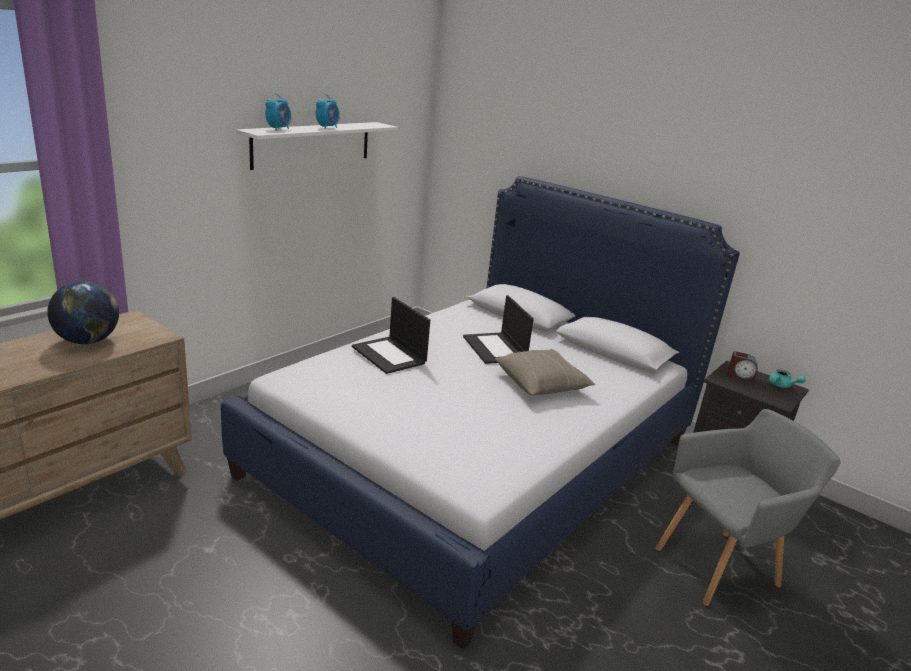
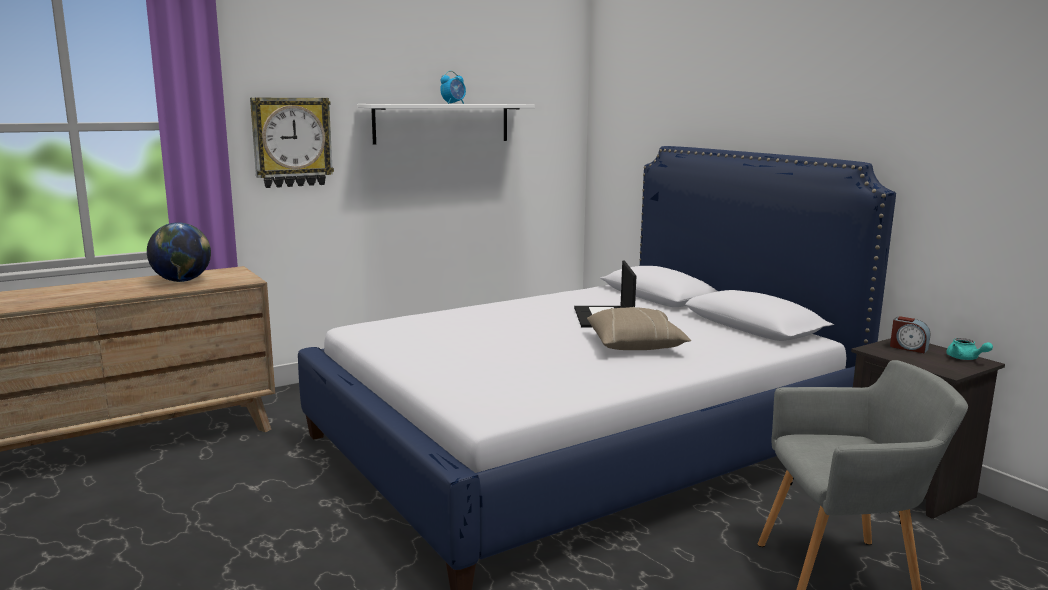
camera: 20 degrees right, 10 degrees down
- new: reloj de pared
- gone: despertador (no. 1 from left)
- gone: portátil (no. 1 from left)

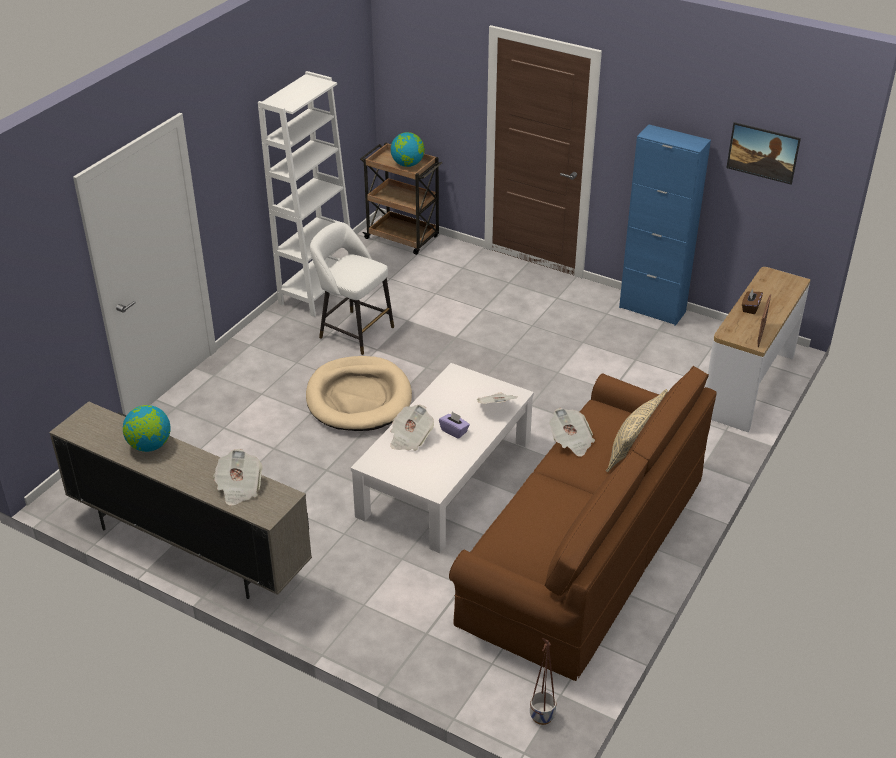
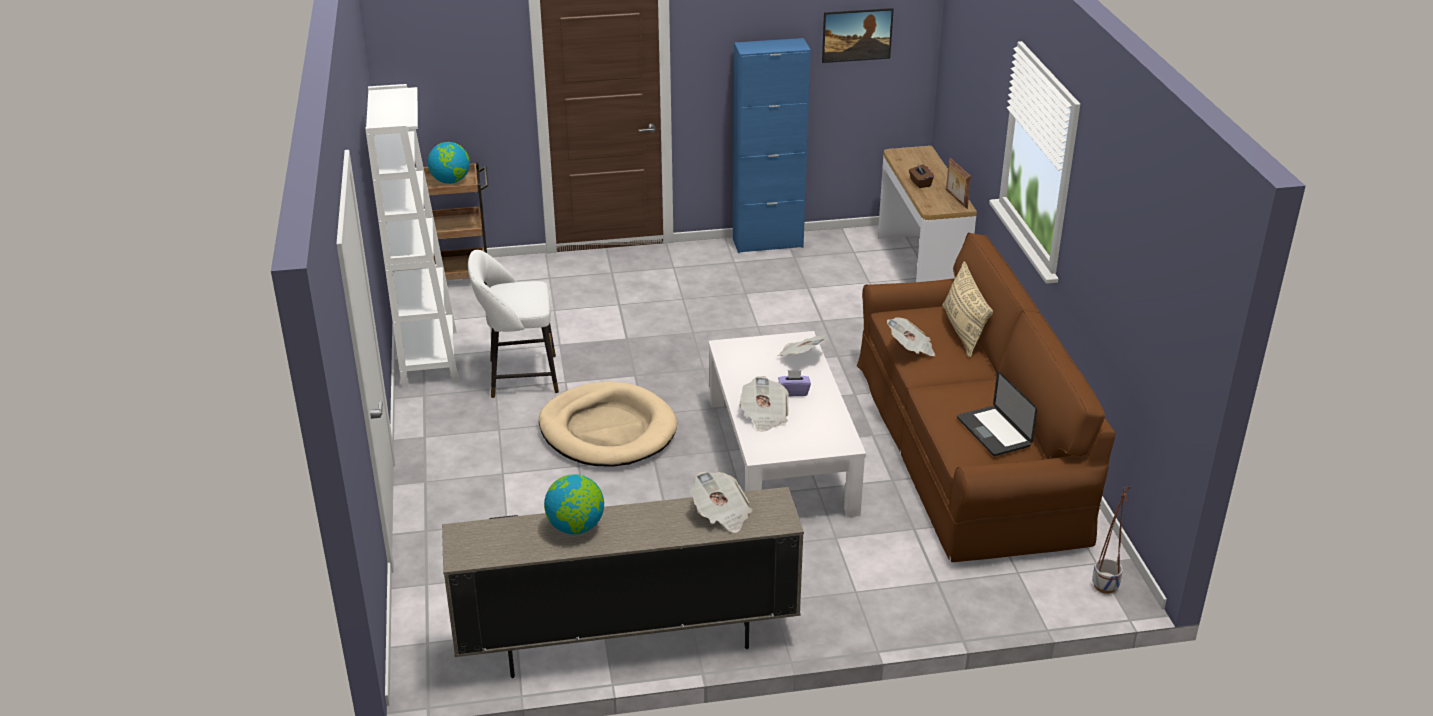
camera: 40 degrees left, 5 degrees down
- new: portátil

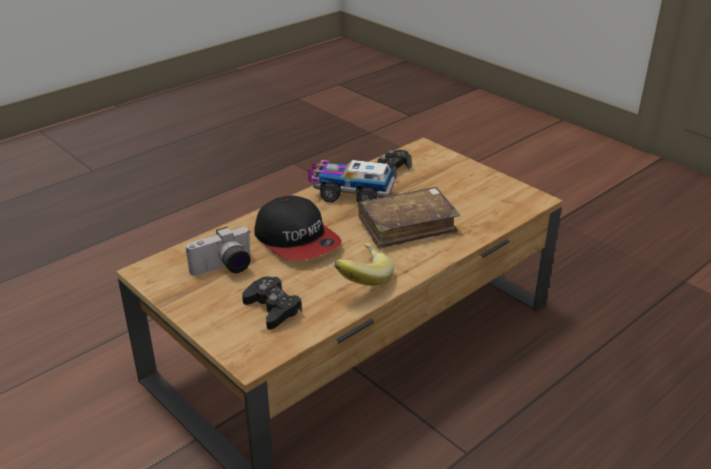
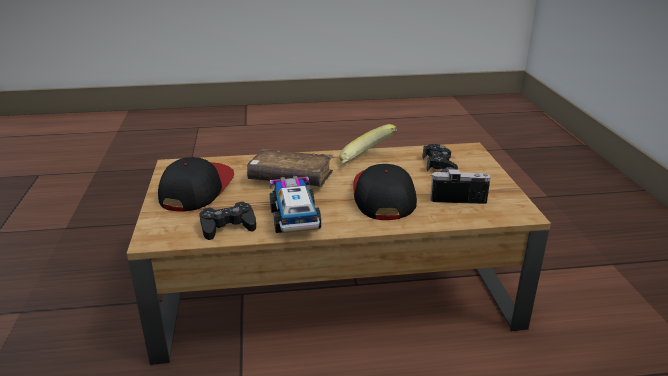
camera: 145 degrees left, 5 degrees down
- new: gorra (no. 1 from left)
- rotated: camión de juguete 150 degrees counterclockwise

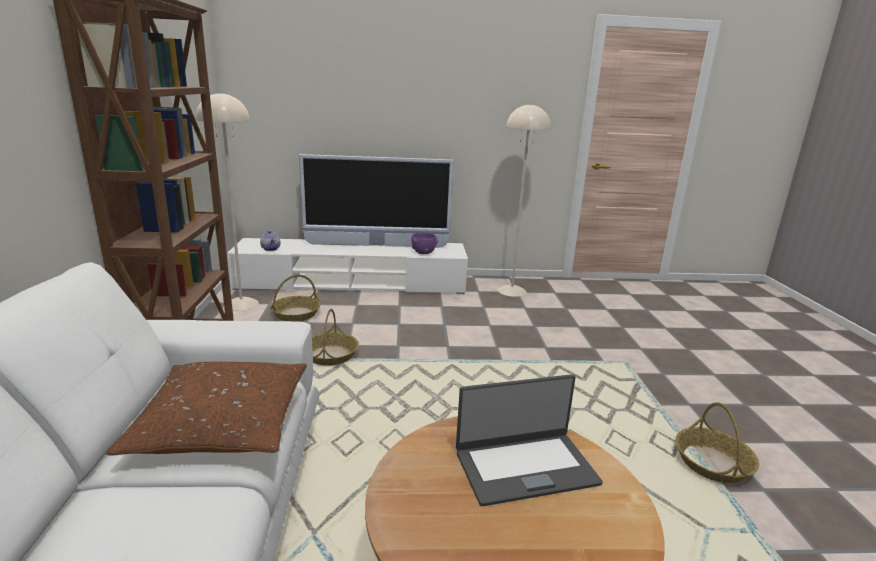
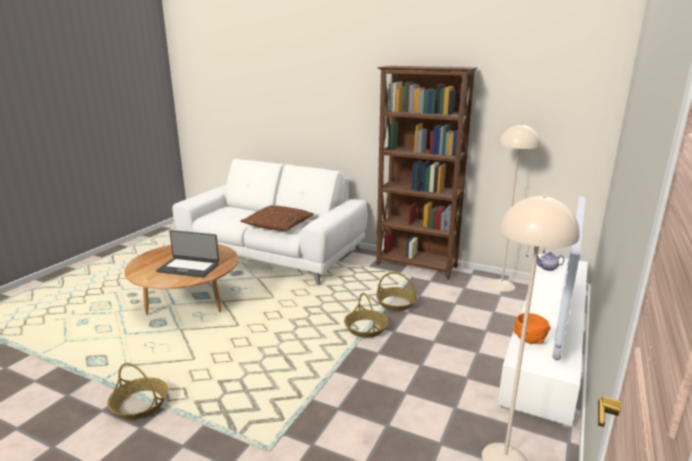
camera: 120 degrees right, 0 degrees up
- rotated: portátil 90 degrees counterclockwise
- shifted: cesta (no. 1 from left in the first image) to cesta (no. 2 from left)
- repainted: cuenco/morado to cuenco/naranja

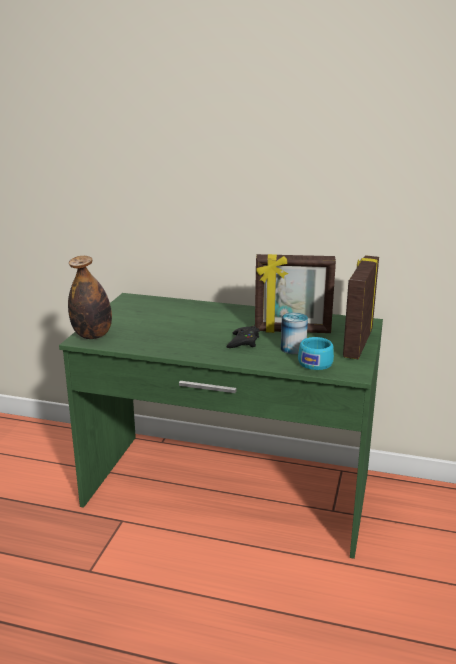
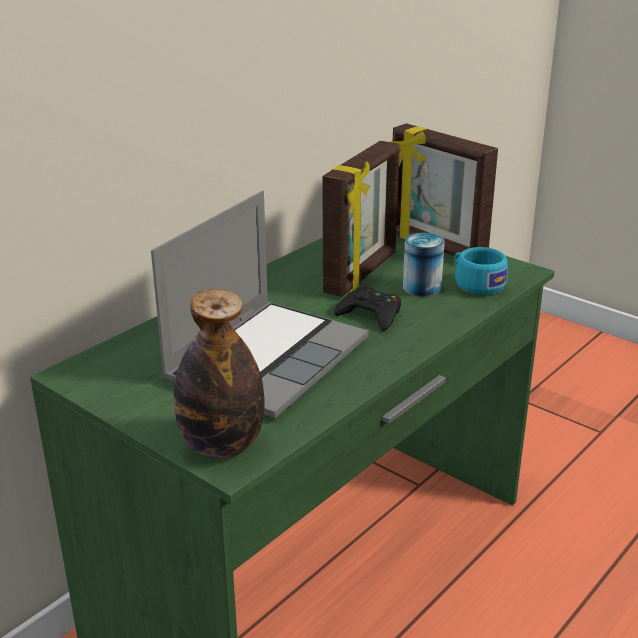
camera: 65 degrees left, 5 degrees up
- new: portátil

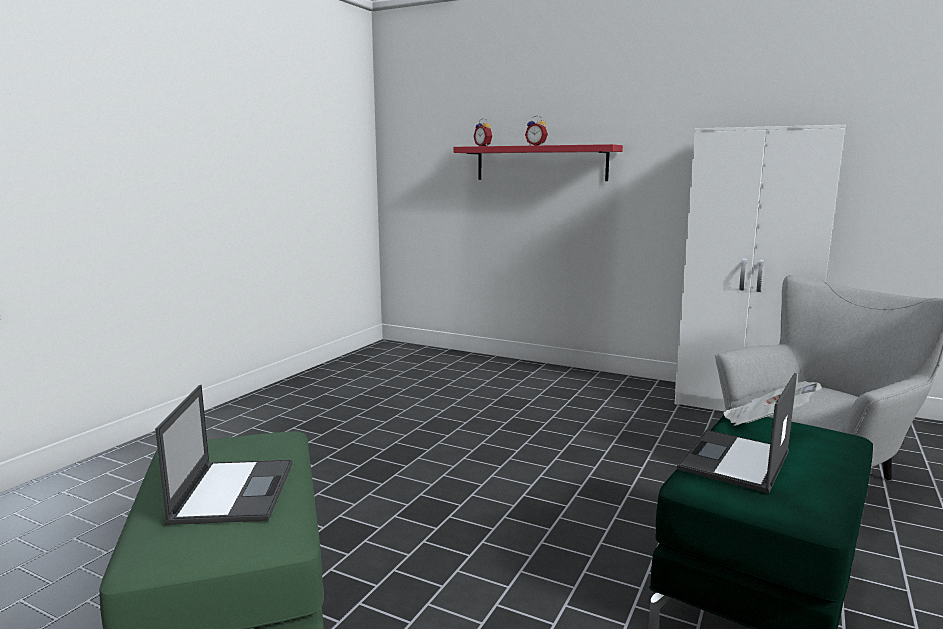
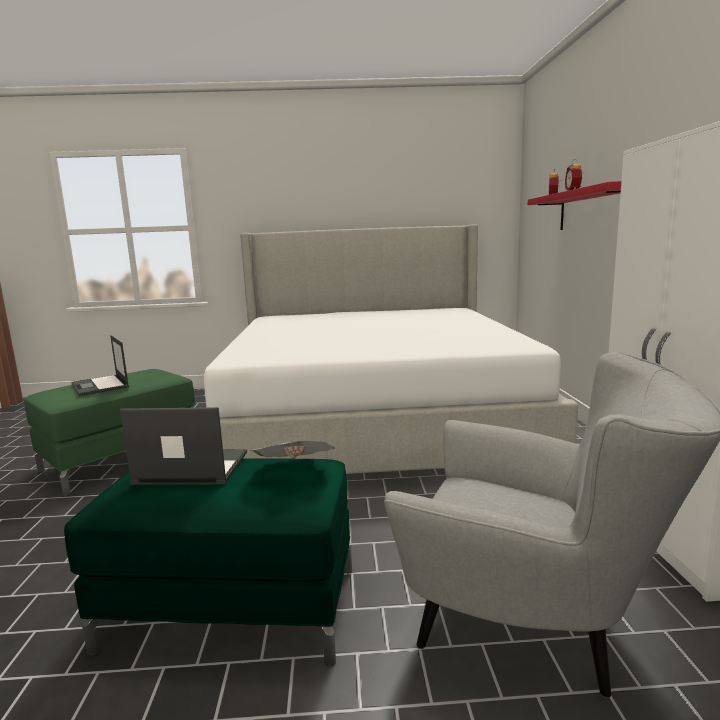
camera: 60 degrees right, 0 degrees up
- rotated: portátil (no. 1 from left) 90 degrees clockwise
- new: cama

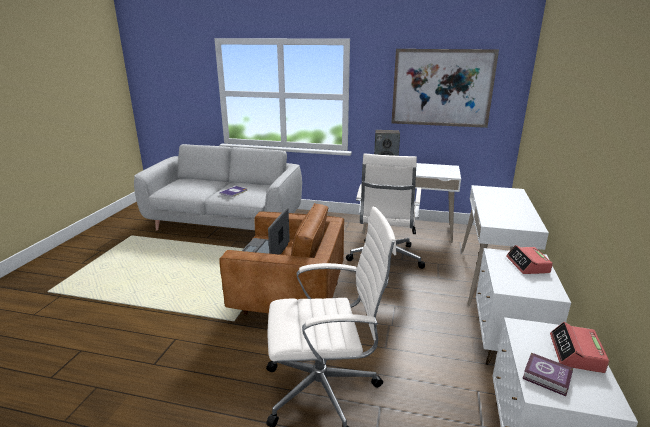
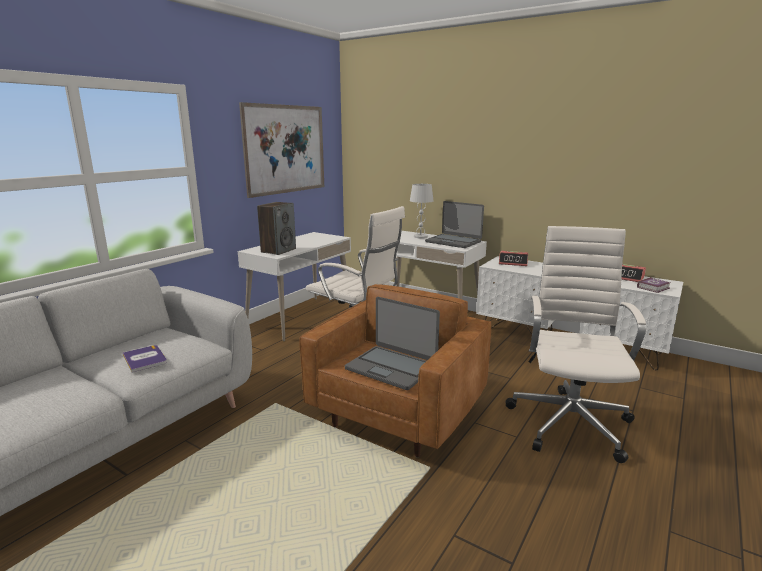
camera: 70 degrees left, 5 degrees down
- new: lámpara de mesa/blanco
- new: portátil (no. 2 from left)

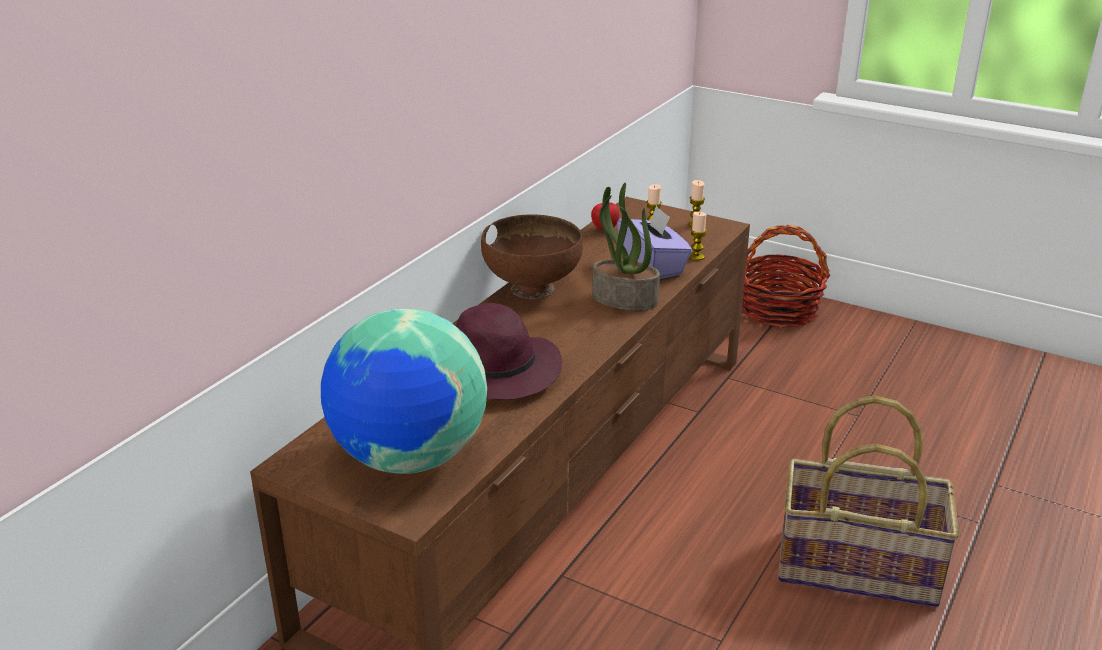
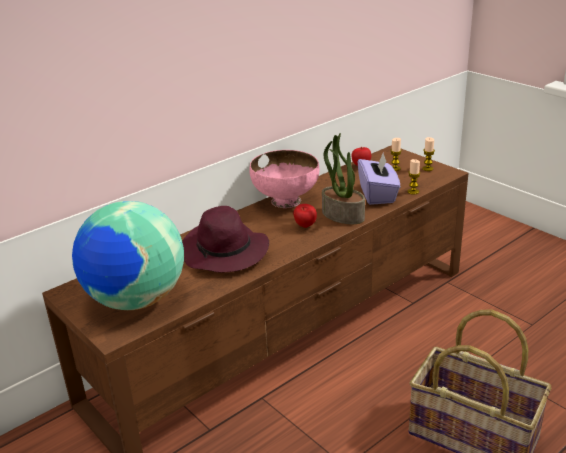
camera: 20 degrees right, 0 degrees up
- repainted: cuenco/marrón to cuenco/rosa
- new: manzana (no. 1 from left)
- gone: cesta (no. 1 from left)

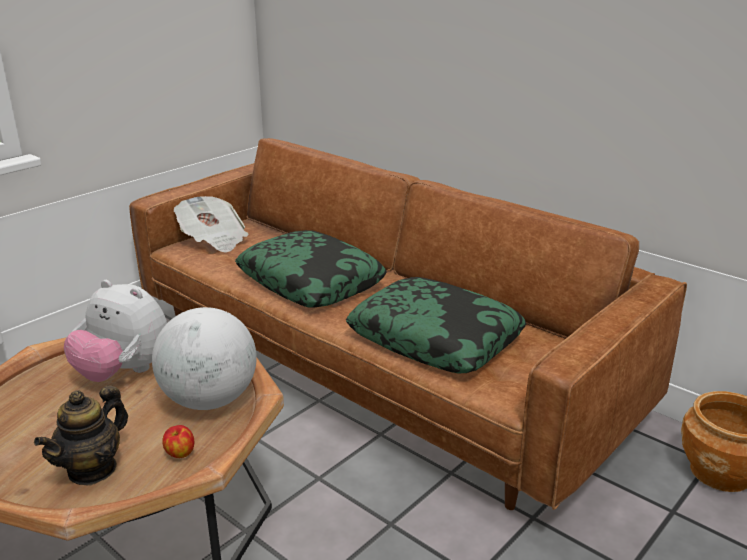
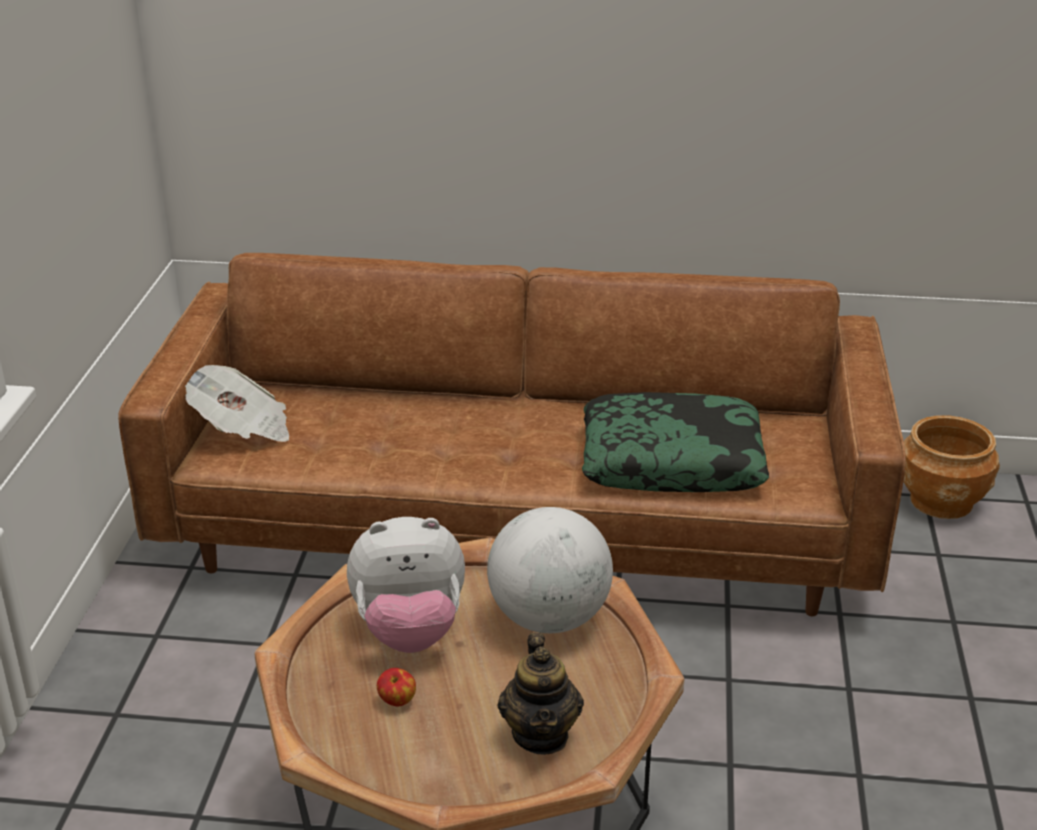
camera: 35 degrees left, 5 degrees up
- shifted: manzana
- gone: cojín (no. 1 from left)

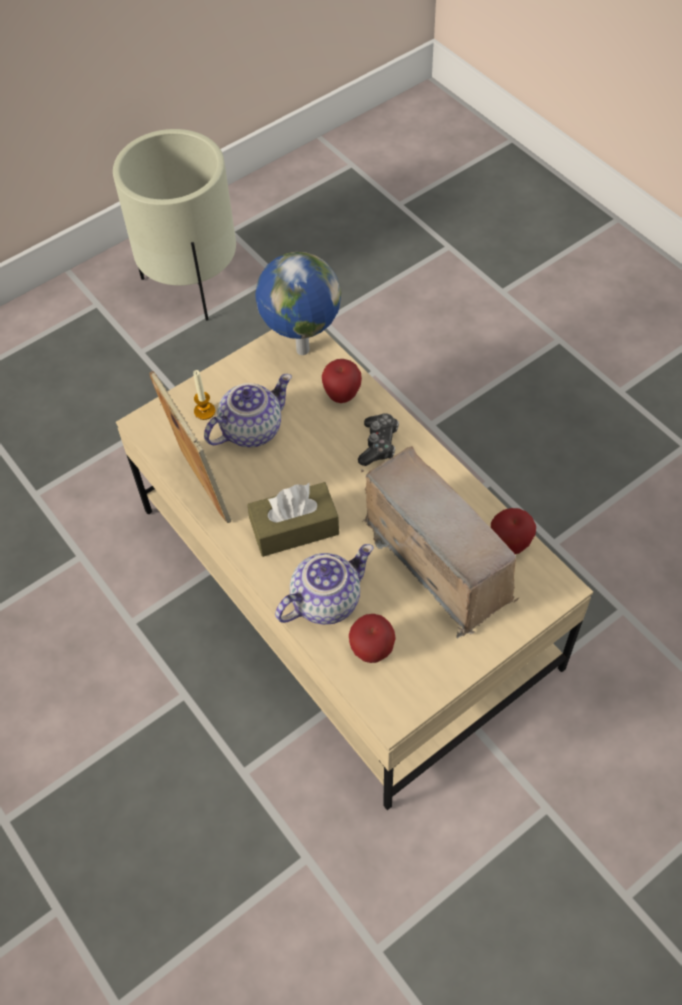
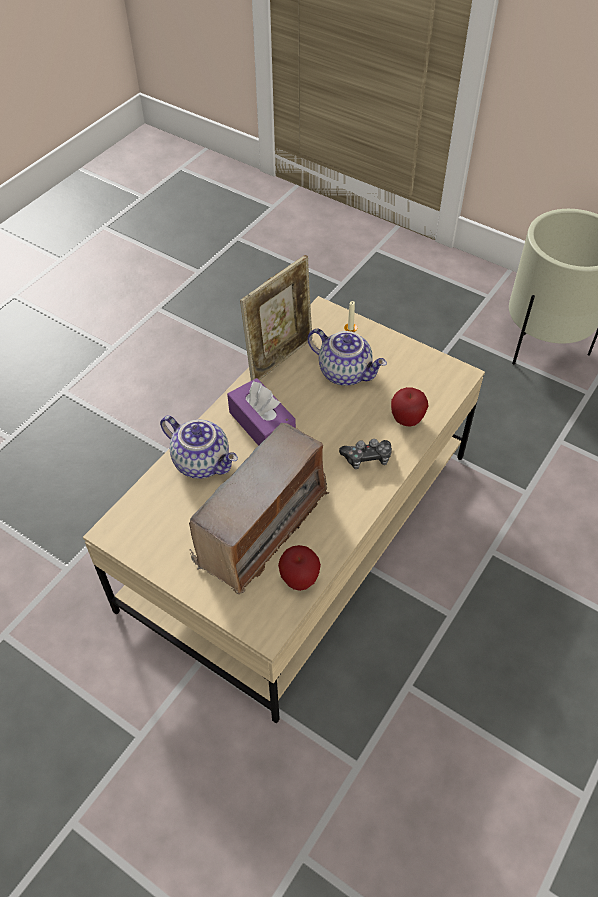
camera: 70 degrees right, 5 degrees down
- repainted: caja de pañuelos/marrón to caja de pañuelos/morado
- gone: globo terráqueo
- gone: manzana (no. 2 from left)

